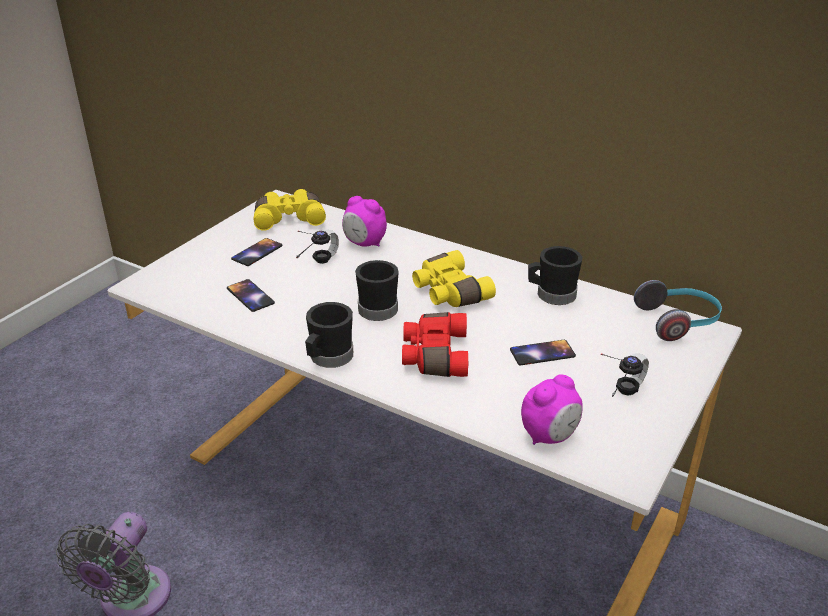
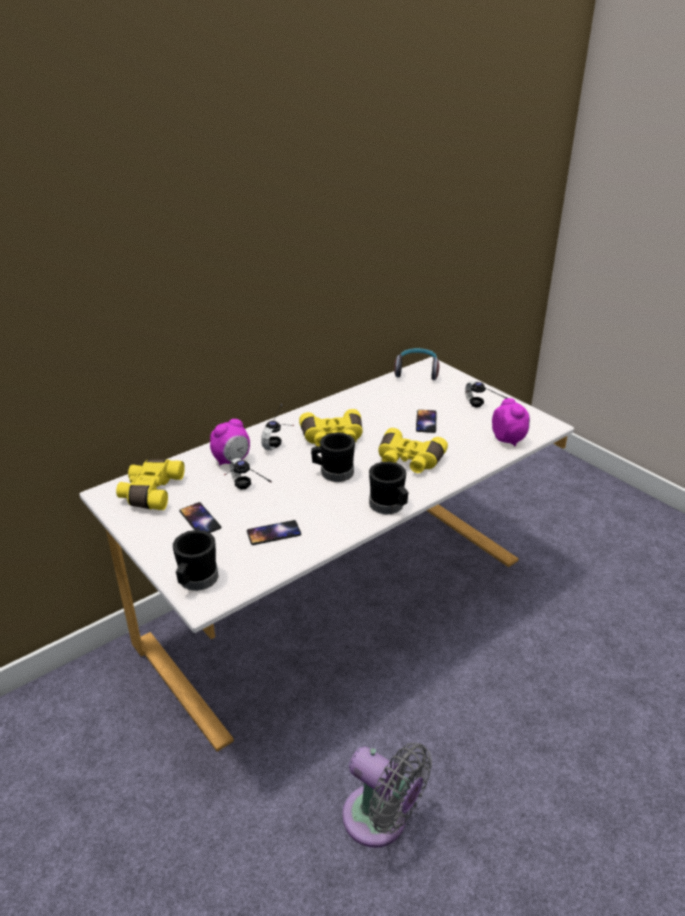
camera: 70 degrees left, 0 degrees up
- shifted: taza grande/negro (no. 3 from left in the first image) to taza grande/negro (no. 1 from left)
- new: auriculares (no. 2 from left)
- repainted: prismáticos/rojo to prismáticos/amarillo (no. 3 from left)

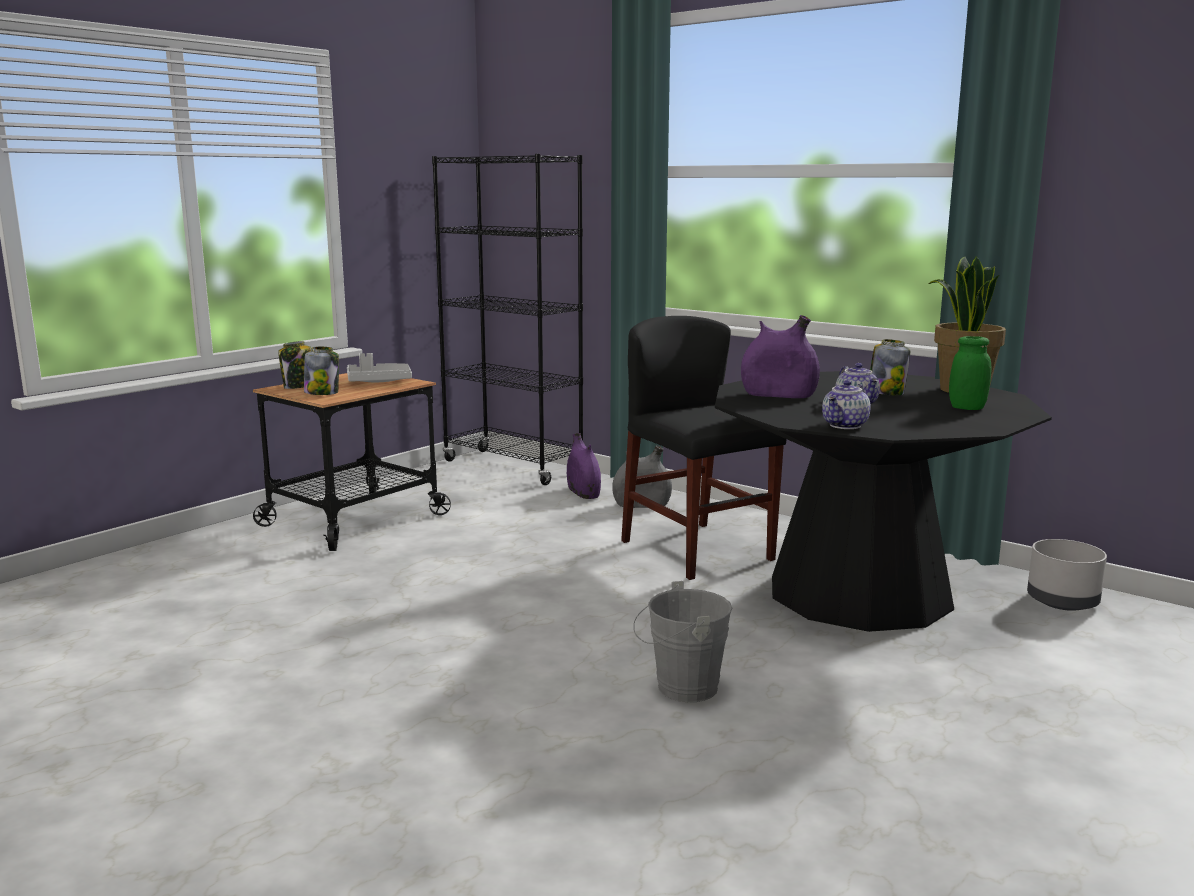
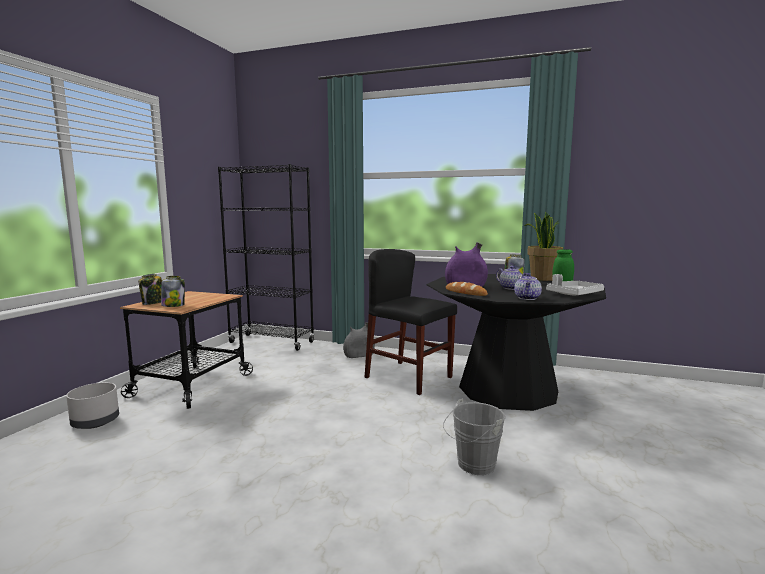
camera: 20 degrees left, 5 degrees down
- shifted: maceta/gris
- new: pan
- shifted: bandeja/gris
- gone: florero/morado (no. 1 from left)

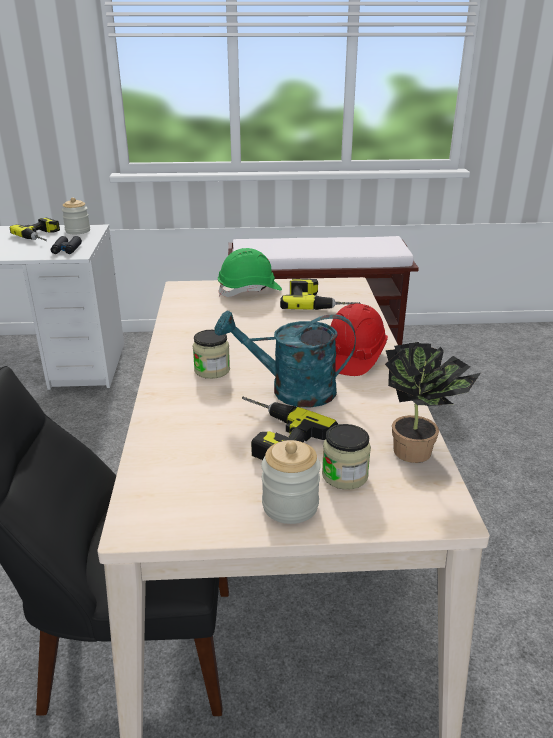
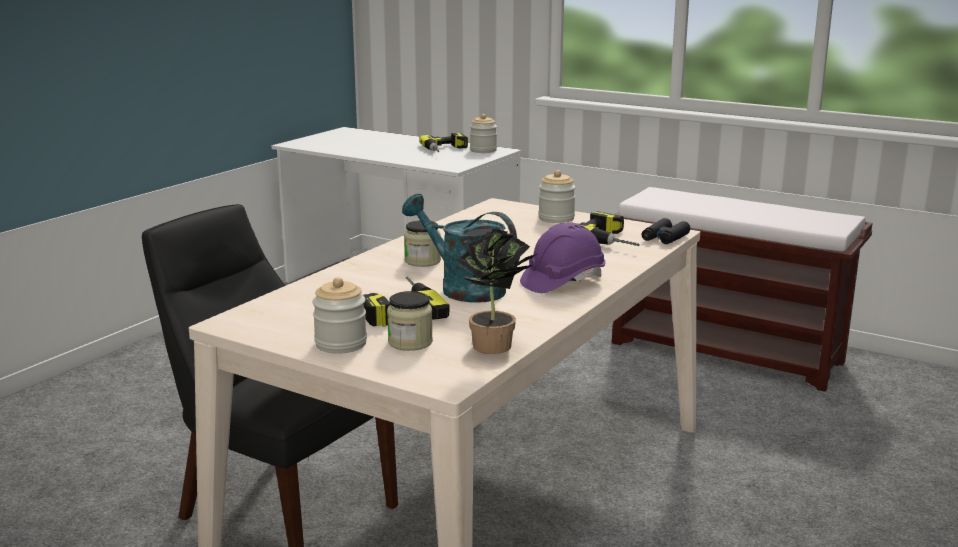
camera: 35 degrees right, 10 degrees down
- repainted: casco/rojo to casco/morado
- swapped: casco/verde to tarro (no. 5 from left)
- shifted: prismáticos/negro

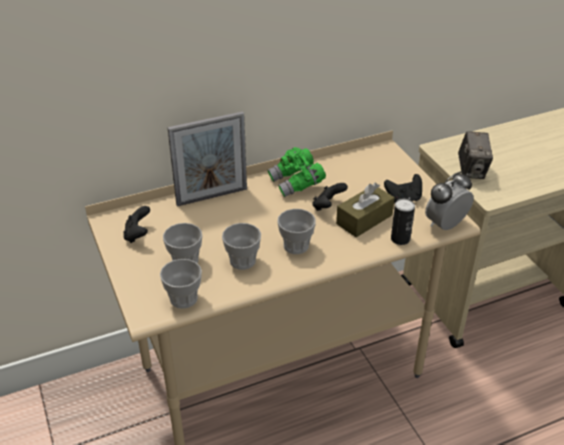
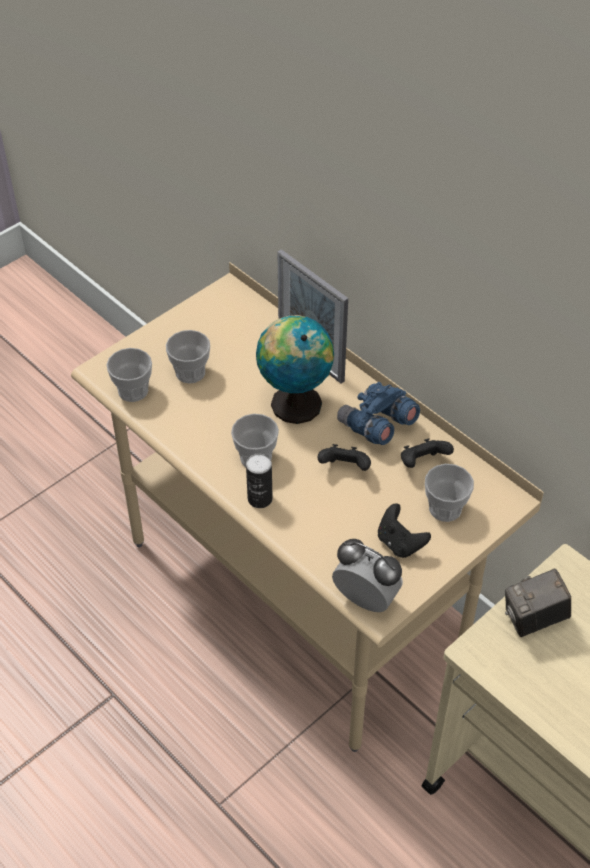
camera: 70 degrees right, 10 degrees up
- shifted: lata
- new: globo terráqueo
- repainted: prismáticos/verde to prismáticos/azul
- shifted: mando de consola/negro (no. 1 from left in the first image) to mando de consola/negro (no. 3 from left)
- shifted: taza (no. 3 from left in the first image) to taza (no. 4 from left)
- gone: caja de pañuelos/marrón

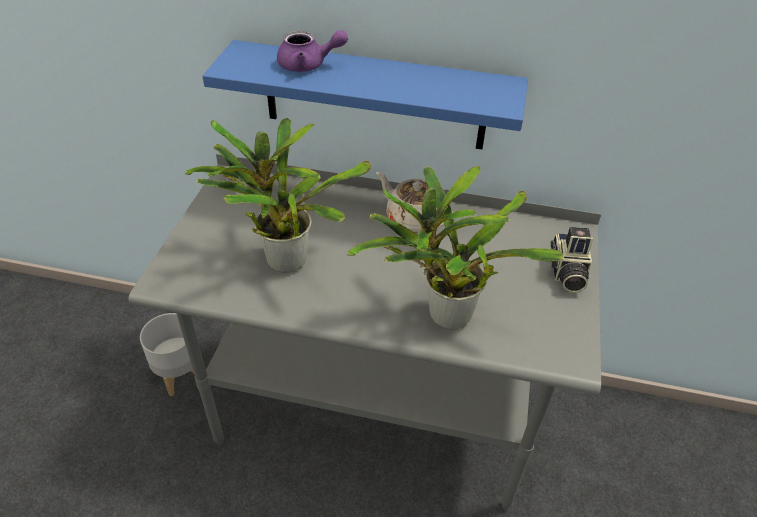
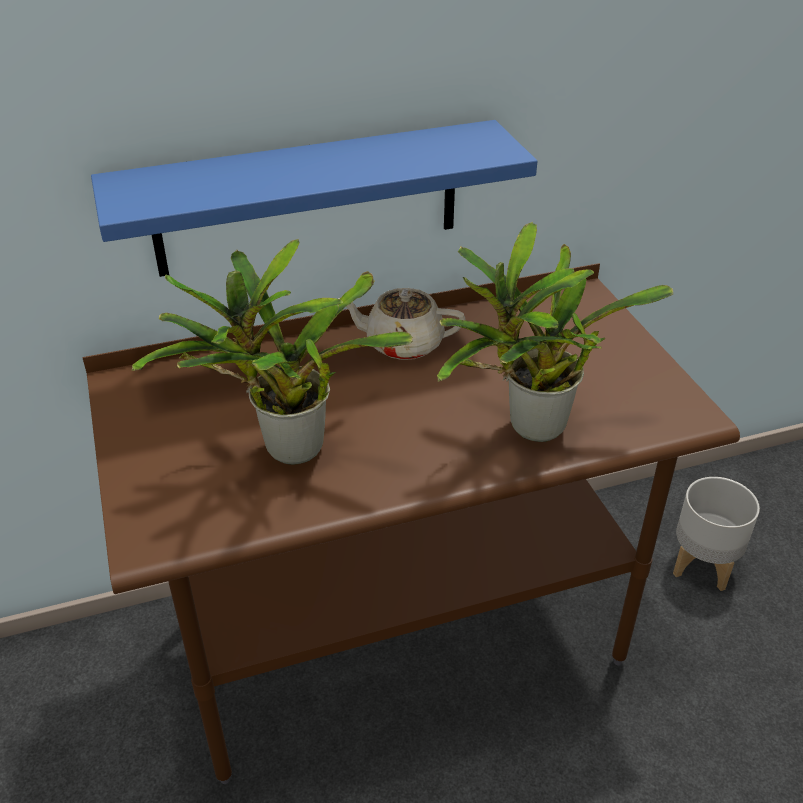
camera: 30 degrees left, 5 degrees down
- repainted: escritorio/gris to escritorio/marrón
- shifted: maceta/gris
- gone: tetera/morado
- gone: cámara

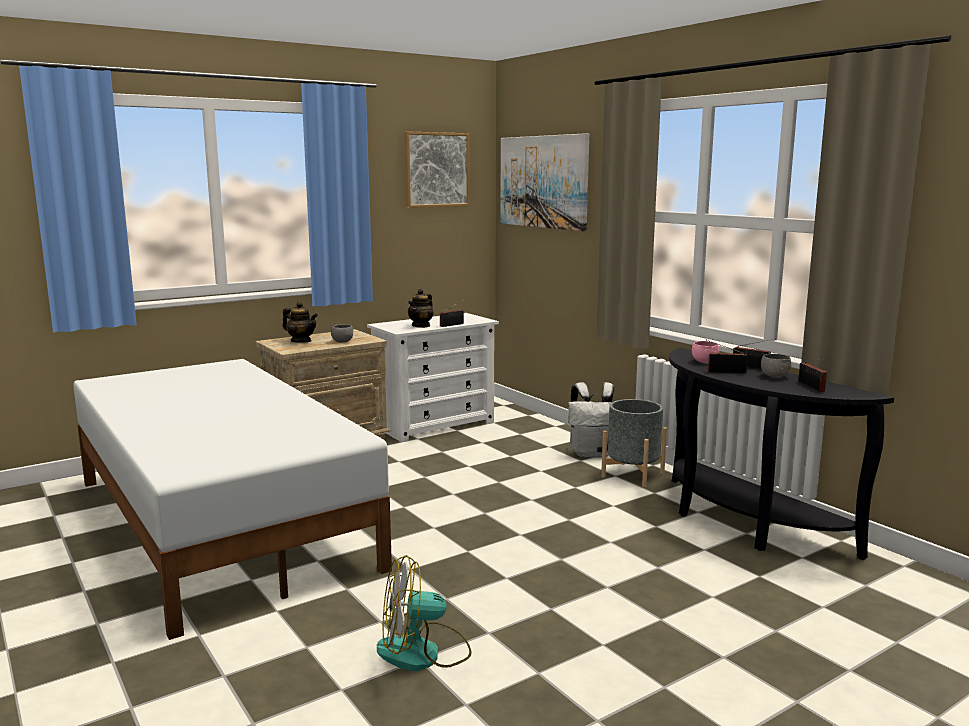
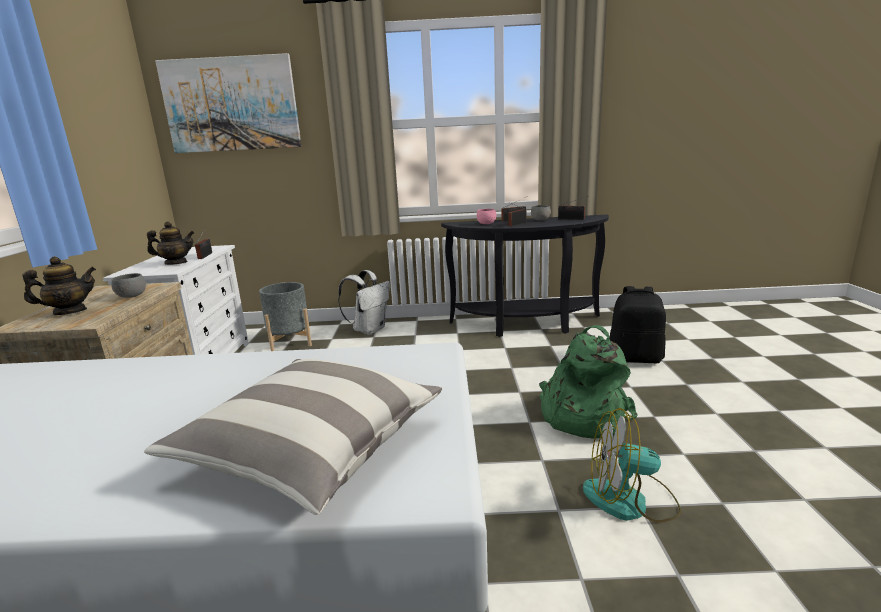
camera: 55 degrees left, 5 degrees up
- new: cojín
- rotated: tetera (no. 2 from left) 75 degrees counterclockwise
- shifted: maceta/gris
- new: mochila/verde
- rotated: ventilador 75 degrees clockwise
- new: mochila/negro
- gone: cuadro (no. 1 from left)

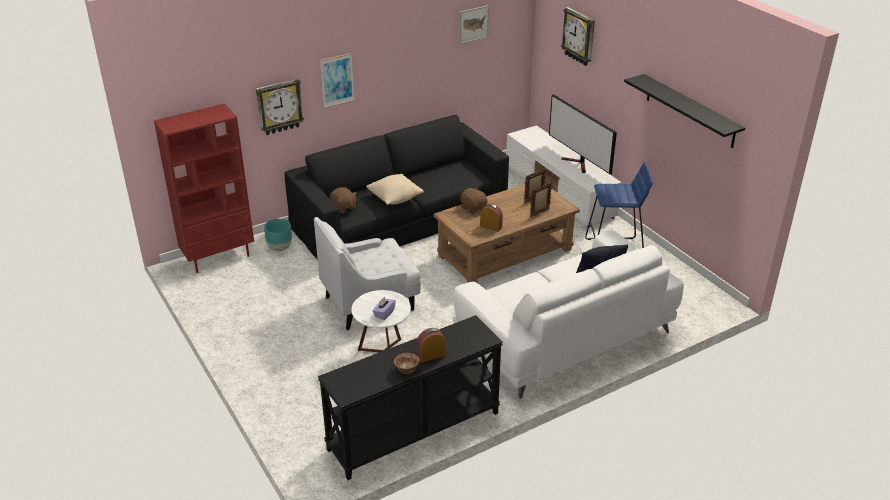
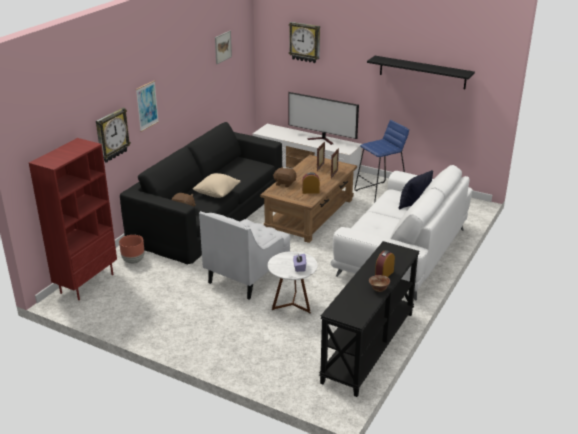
camera: 30 degrees left, 5 degrees down
- repainted: maceta/turquesa to maceta/marrón

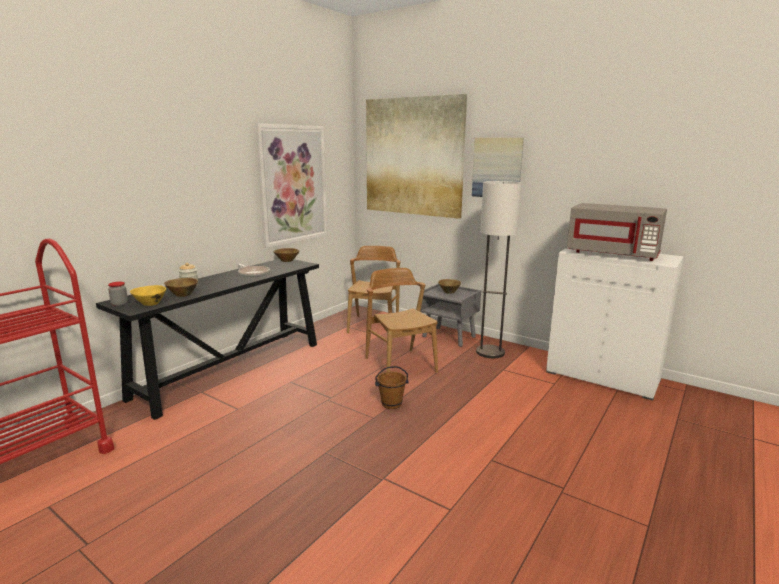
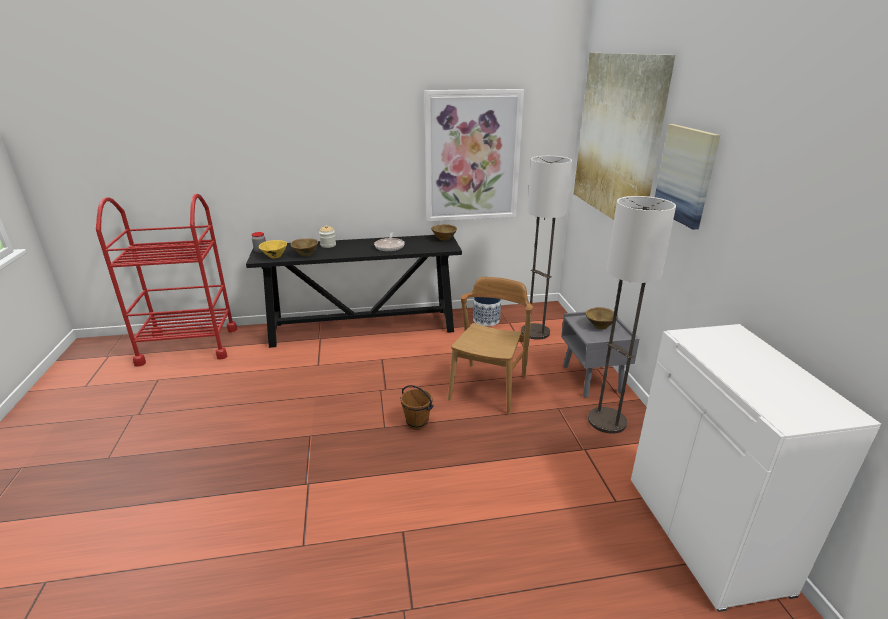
camera: 45 degrees right, 10 degrees up
- new: maceta
- swapped: silla/marrón (no. 1 from left) to lámpara de pie (no. 1 from left)
- gone: microondas/gris

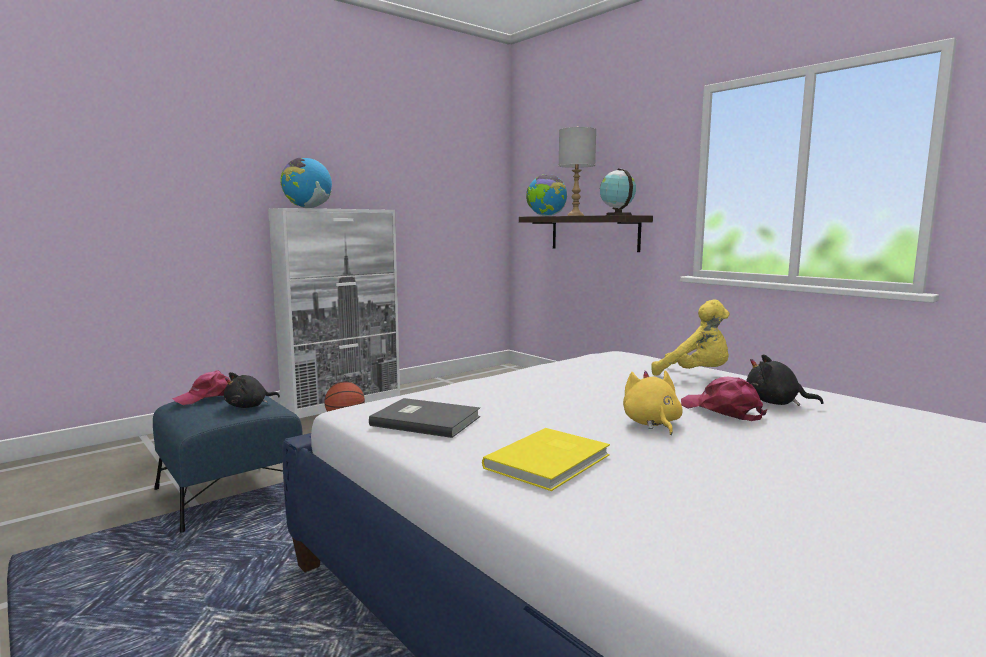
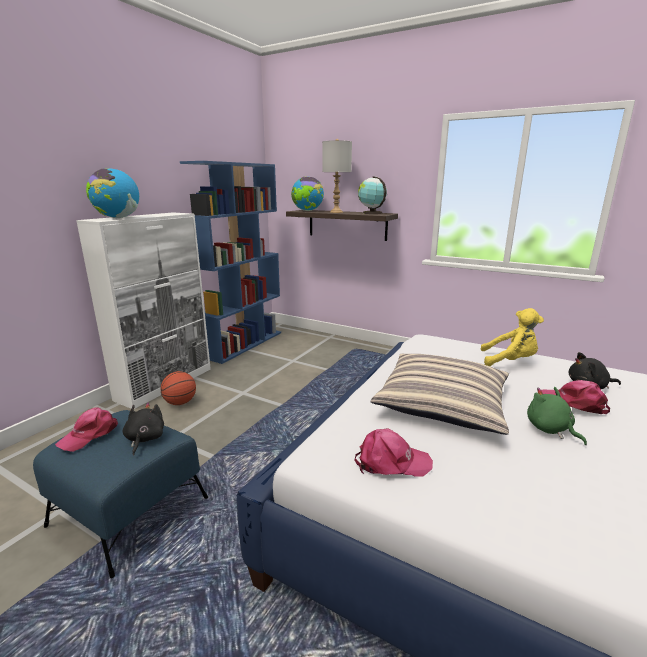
camera: 20 degrees left, 10 degrees up
- rotated: peluche/negro (no. 1 from left) 150 degrees clockwise
- new: estantería/azul
- swapped: libro/gris to gorra/rosa (no. 2 from left)
- new: cojín
- repainted: peluche/amarillo (no. 1 from left) to peluche/verde
- gone: libro/amarillo

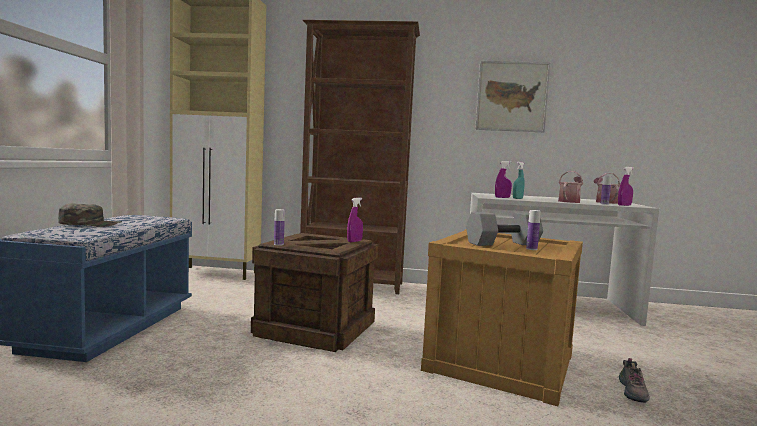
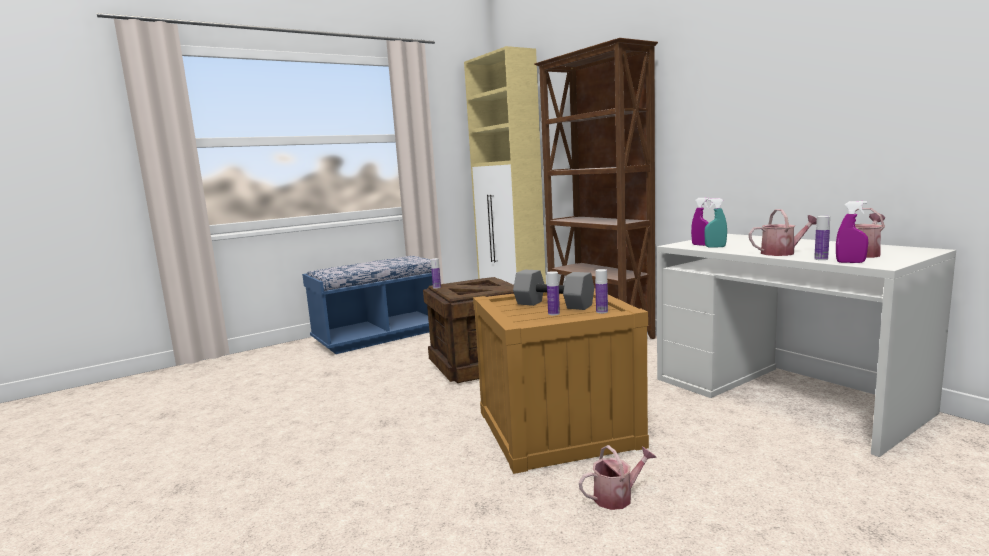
camera: 50 degrees right, 5 degrees up
- swapped: zapato to regadera (no. 1 from left)
- new: botella (no. 3 from left)
- gone: gorra/verde
- gone: pulverizador/morado (no. 1 from left)
- gone: cuadro

